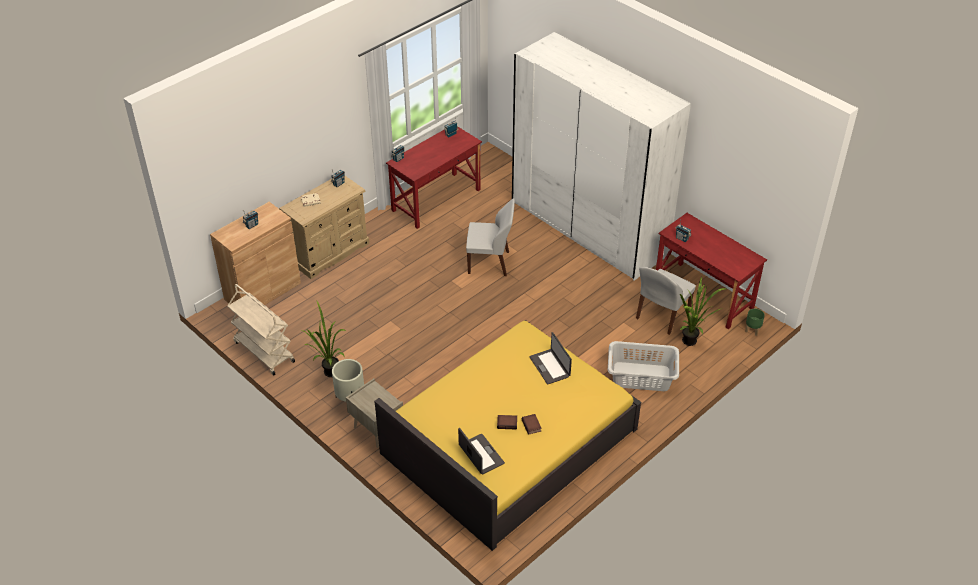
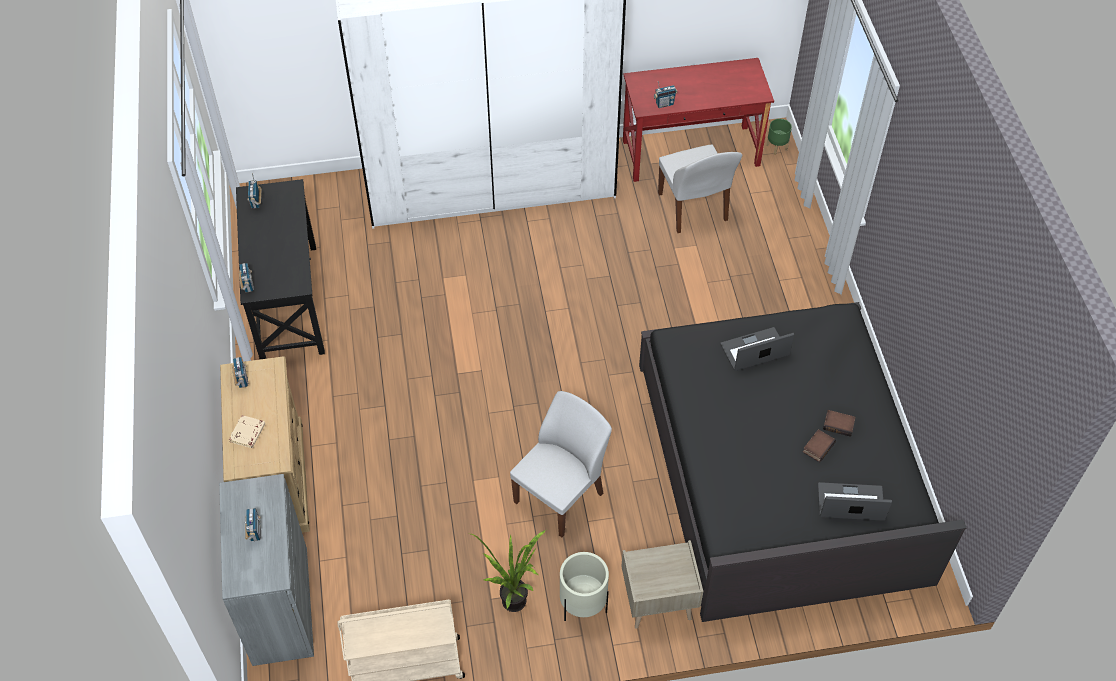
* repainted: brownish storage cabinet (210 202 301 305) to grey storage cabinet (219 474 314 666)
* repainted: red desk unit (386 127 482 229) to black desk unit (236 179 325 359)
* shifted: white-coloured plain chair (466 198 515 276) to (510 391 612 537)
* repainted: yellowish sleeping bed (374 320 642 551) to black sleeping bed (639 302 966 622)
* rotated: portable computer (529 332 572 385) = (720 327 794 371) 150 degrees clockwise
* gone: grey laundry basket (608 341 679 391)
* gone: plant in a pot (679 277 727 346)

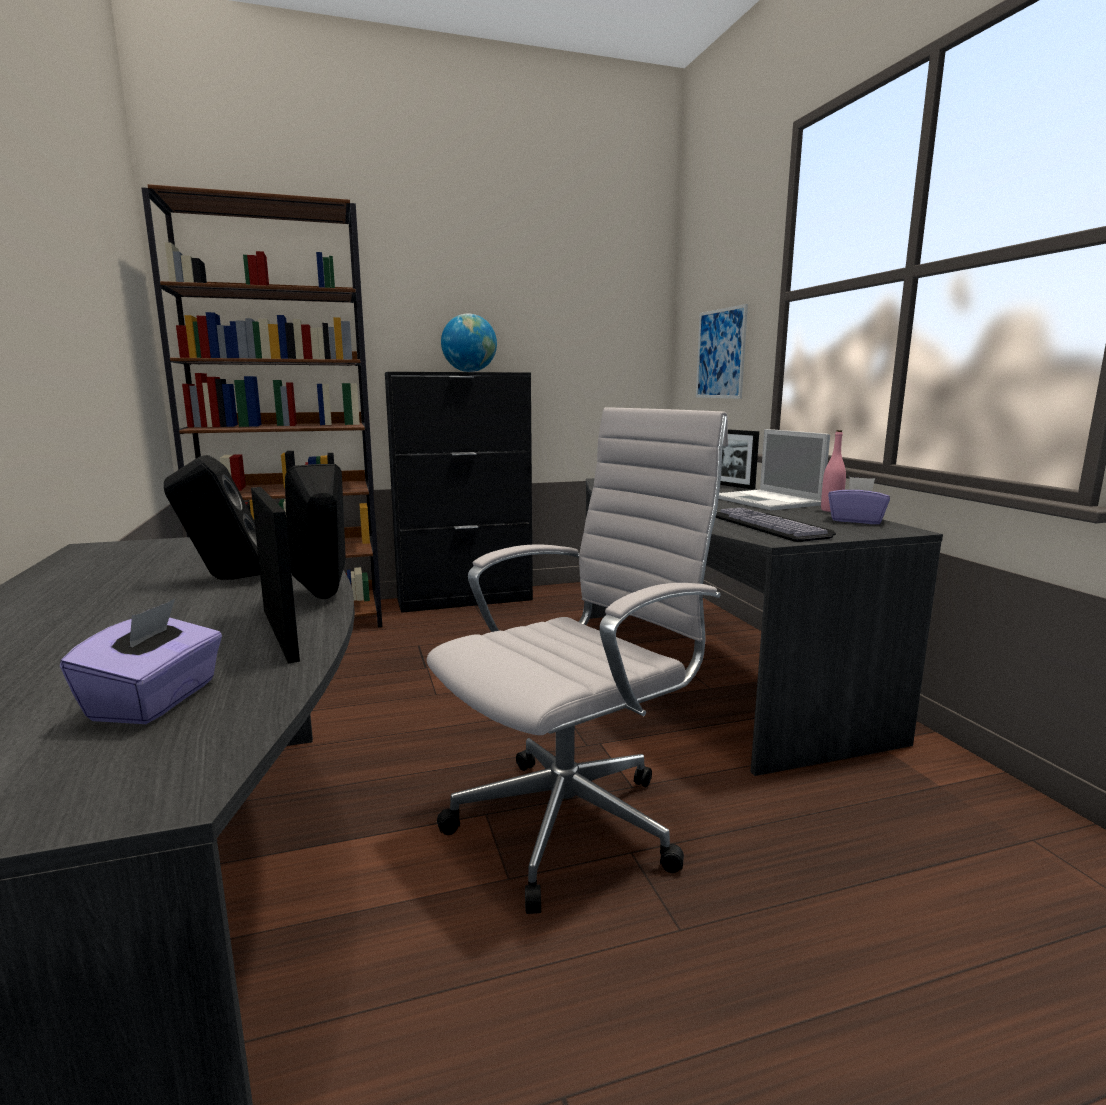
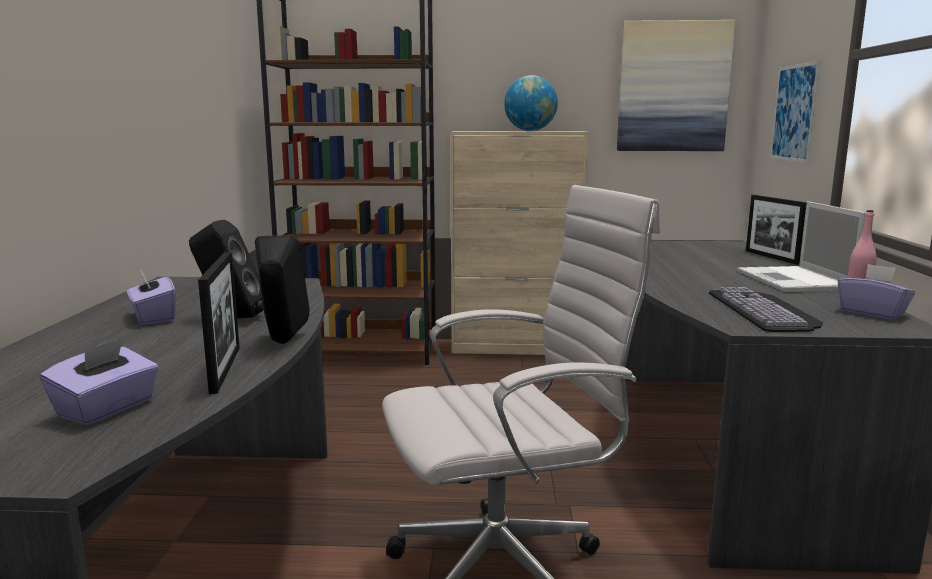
* new: purple-coloured tissue box (127 270 176 325)
* repainted: black storage cabinet (385 372 533 613) to sand-coloured storage cabinet (450 131 588 355)
* new: picture (617 20 735 151)

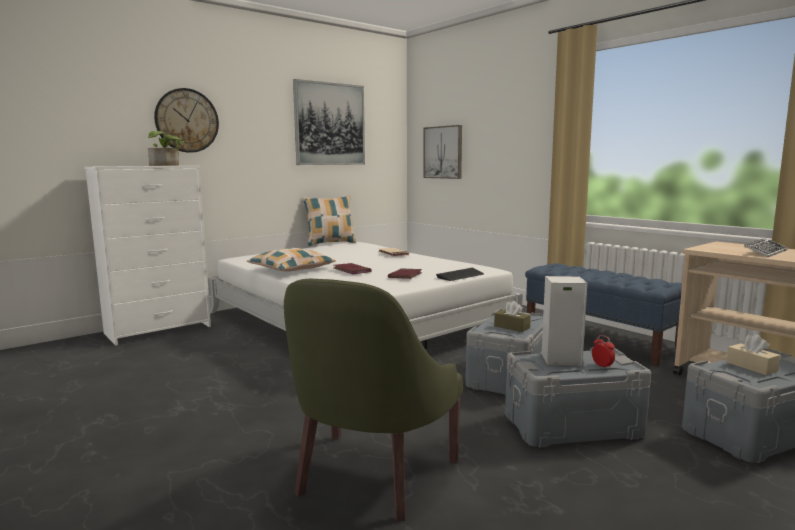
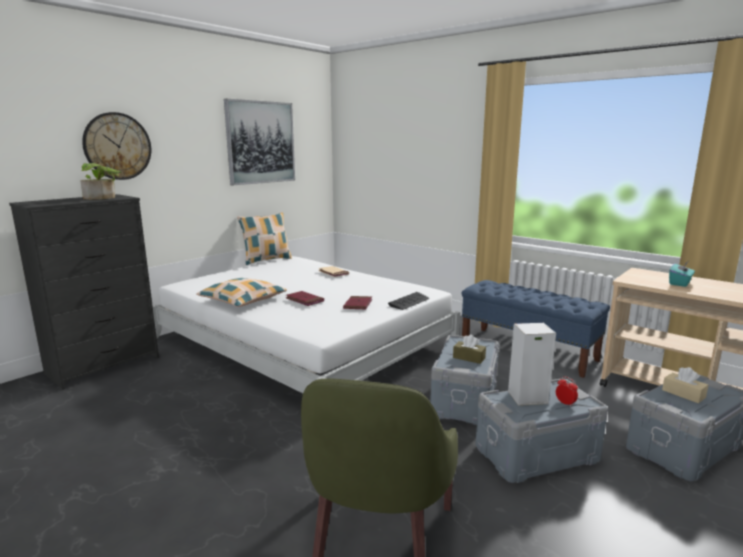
* repainted: white-coloured drawer chest (84 166 211 346) to black drawer chest (9 194 159 390)
* swapped: computer keyboard (744 238 788 257) to turquoise-coloured tissue box (669 262 695 287)
* gone: picture (423 125 462 179)

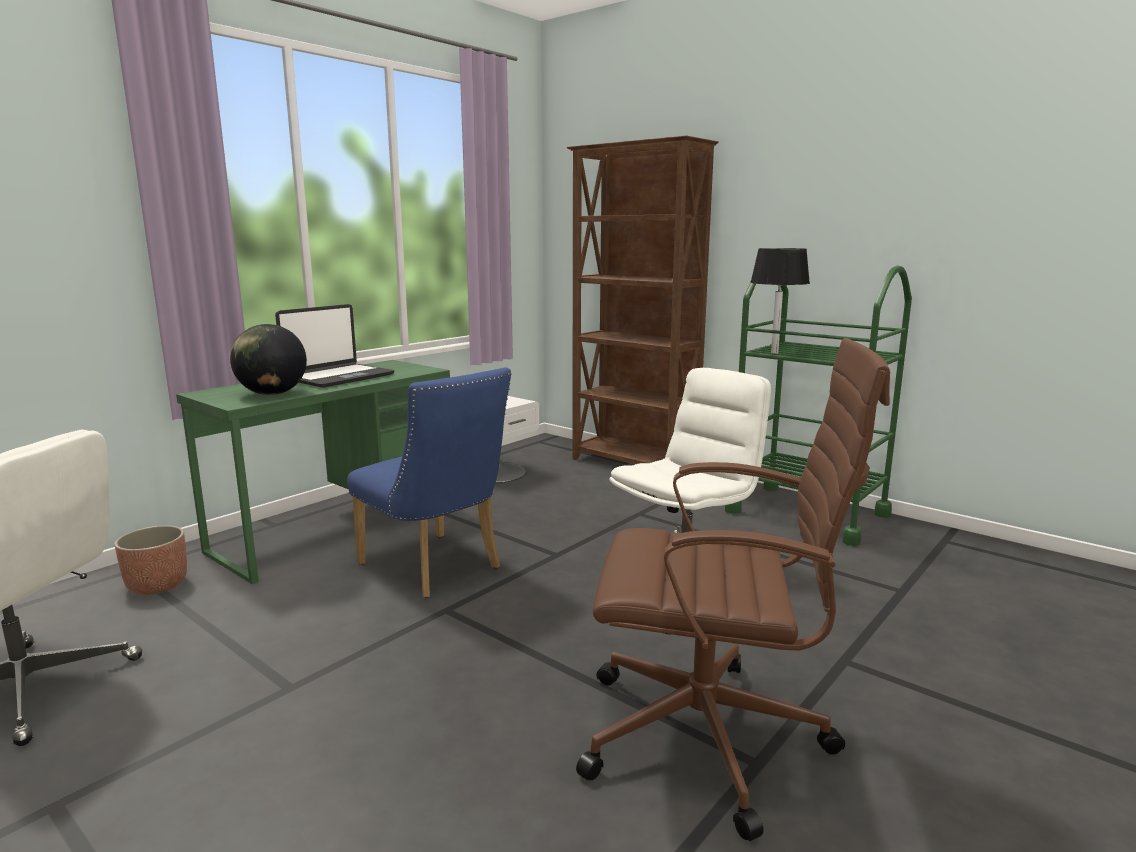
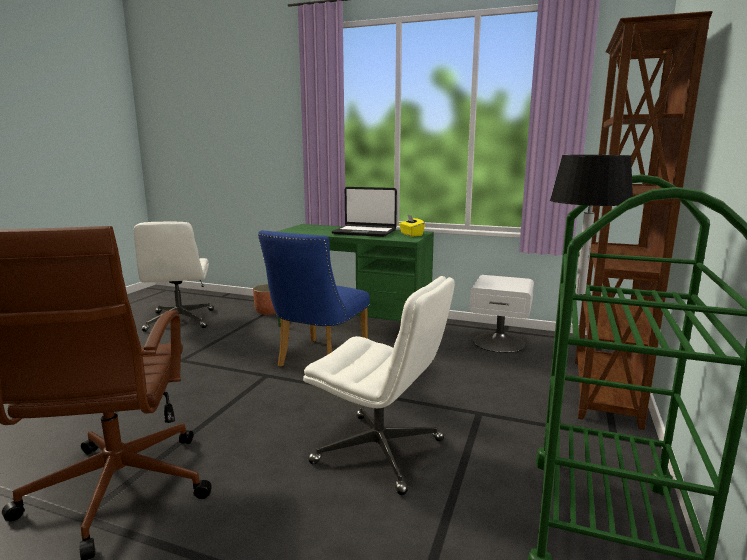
* new: yellowish tissue box (399 214 425 237)
* gone: world globe (230 324 307 395)

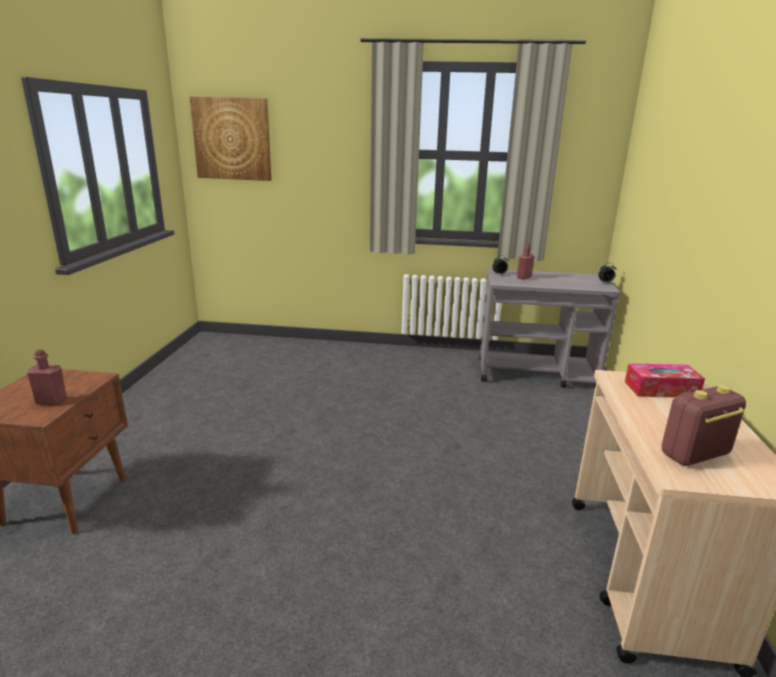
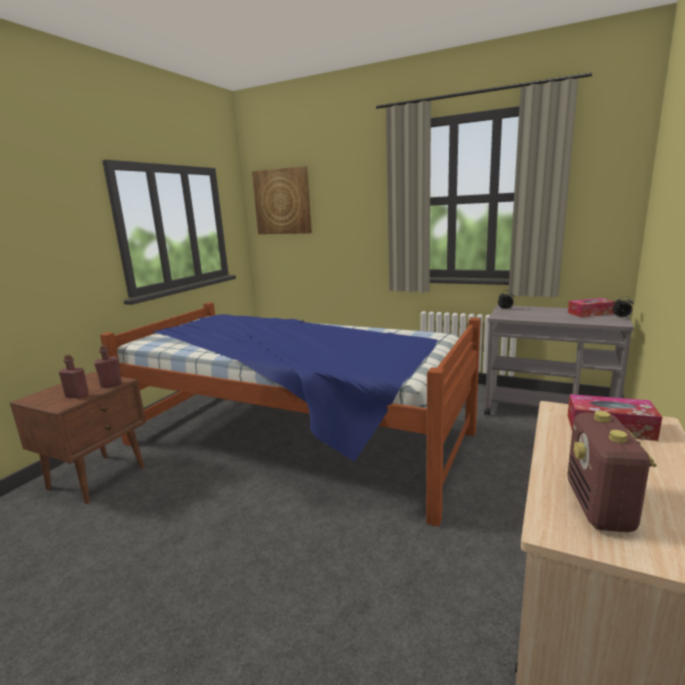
* shifted: red bottle (517 244 534 280) to (94 345 122 388)
* new: sleeping bed (100 302 481 527)
* new: tissue box (568 298 615 317)
* rotated: radio set (662 385 746 466) = (568 411 657 532) 75 degrees counterclockwise

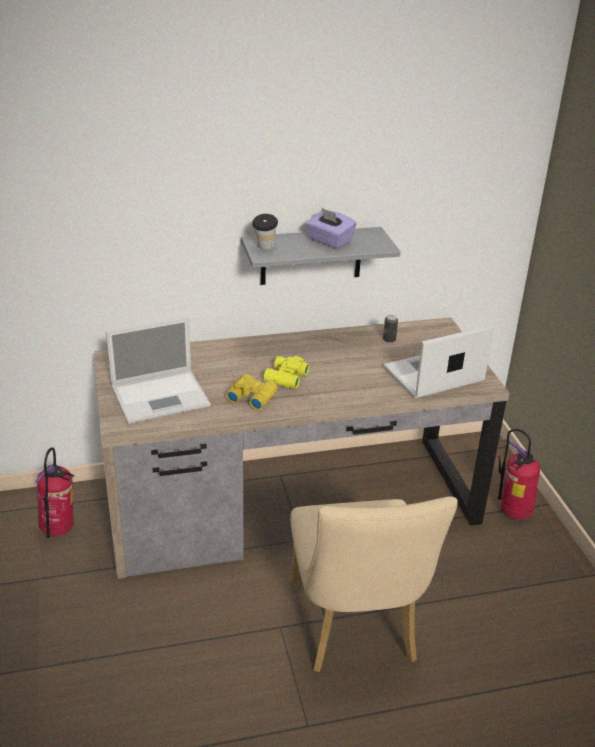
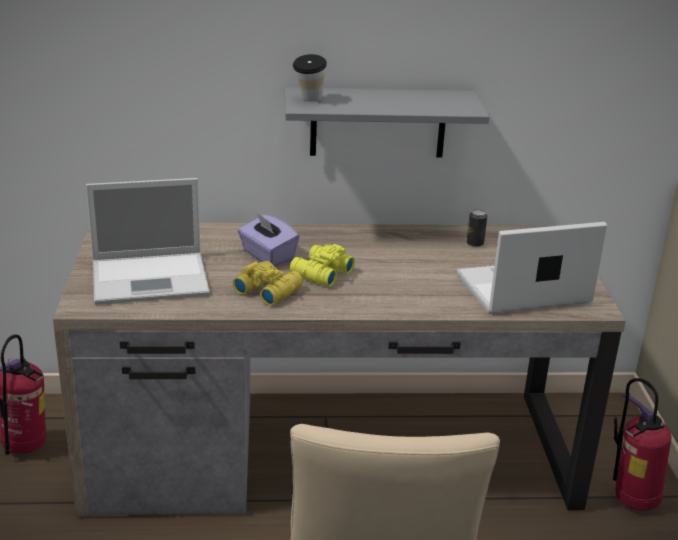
* shifted: purple-coloured tissue box (306 208 356 249) to (238 212 299 266)

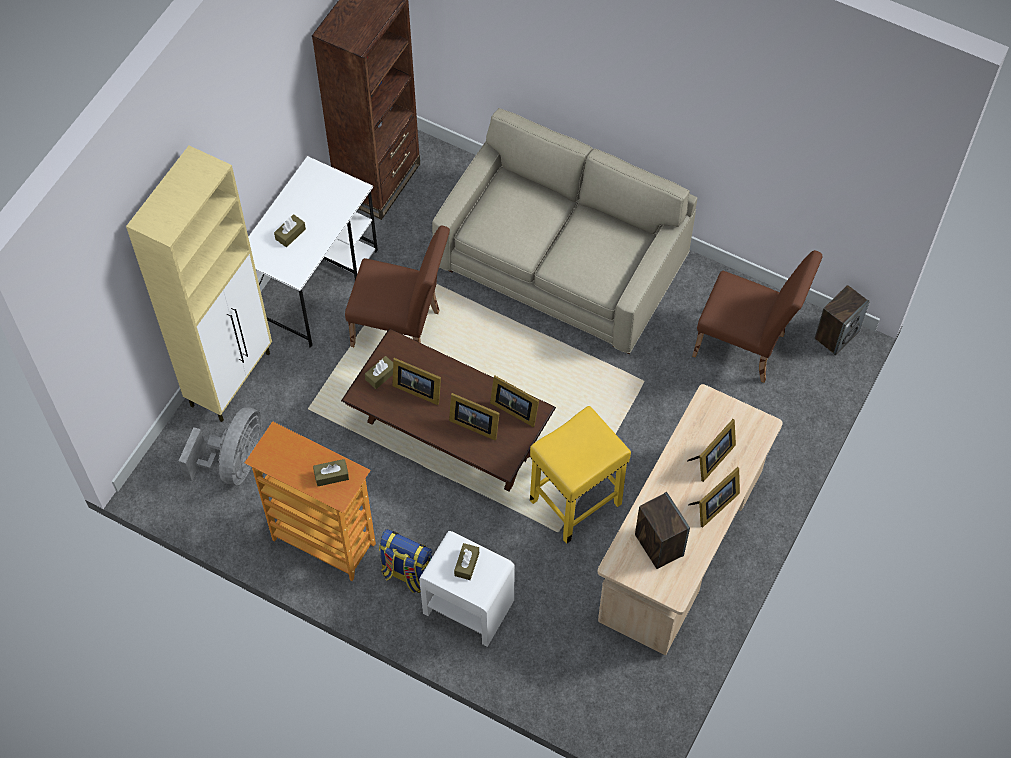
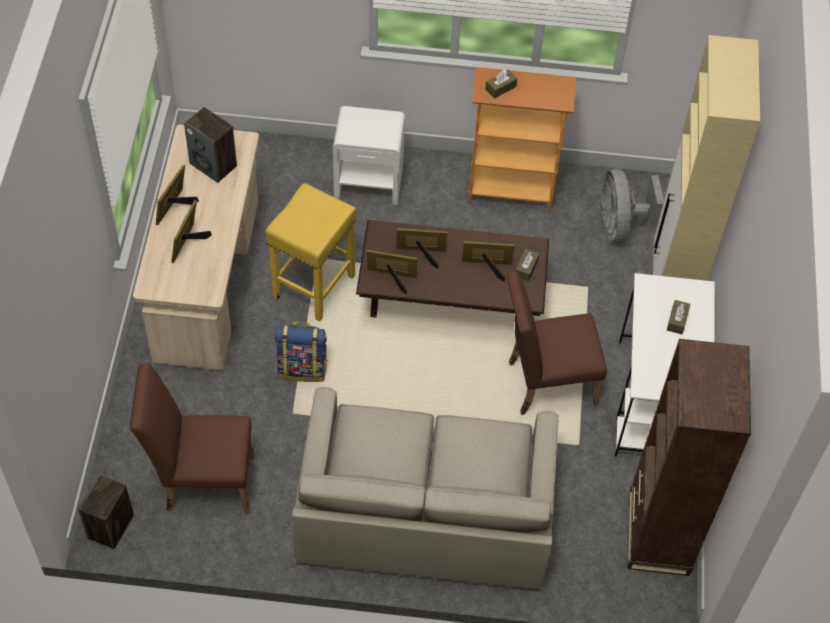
* shifted: rucksack (379 529 433 593) to (275 322 328 382)
* gone: brownish tissue box (454 543 479 580)

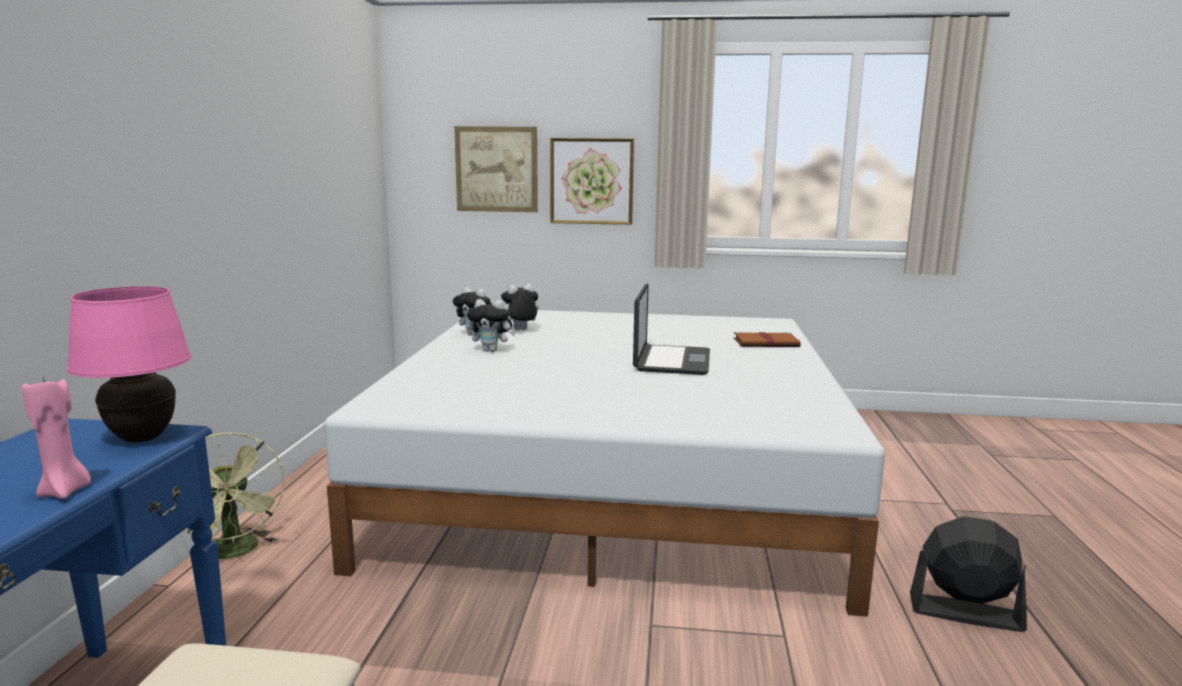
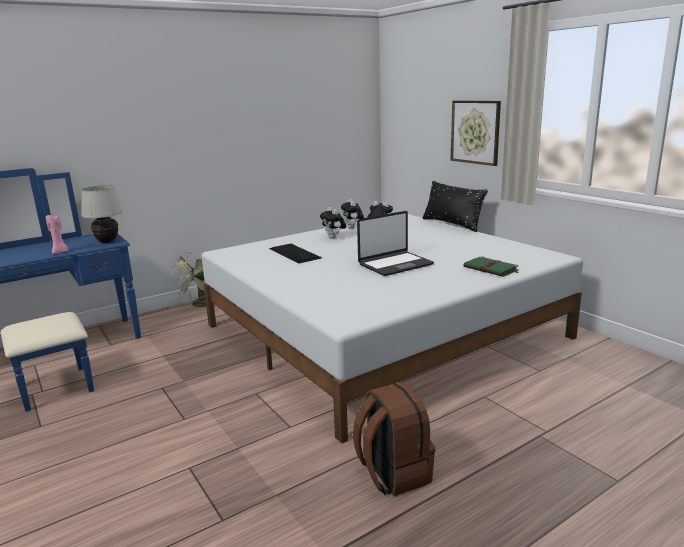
* repainted: pink table lamp (67 286 191 443) to white-coloured table lamp (81 185 123 243)
* new: computer keyboard (269 244 322 264)
* swapped: black cooling fan (910 516 1027 632) to brownish rucksack (353 382 435 496)
* new: black pillow (422 181 488 232)
* repainted: brownish volume (733 332 801 347) to green-coloured volume (464 256 519 277)
* gone: picture (454 126 538 212)

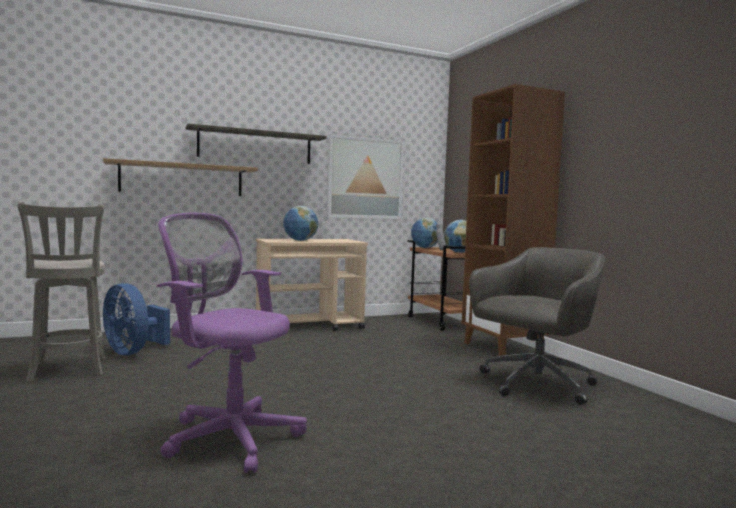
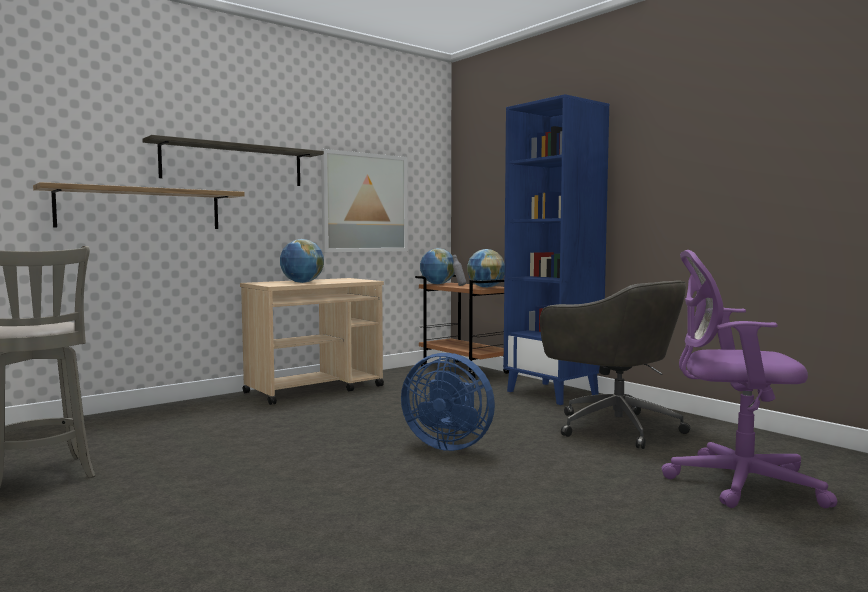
* shifted: blue cooling fan (103 283 170 355) to (401 353 495 451)
* repainted: brownish bookcase (462 84 565 356) to blue bookcase (503 94 609 405)
* rotated: grey computer chair (469 247 605 405) = (540 280 690 449) 105 degrees clockwise
* shifted: purple-coloured computer chair (157 213 307 473) to (662 250 837 508)

